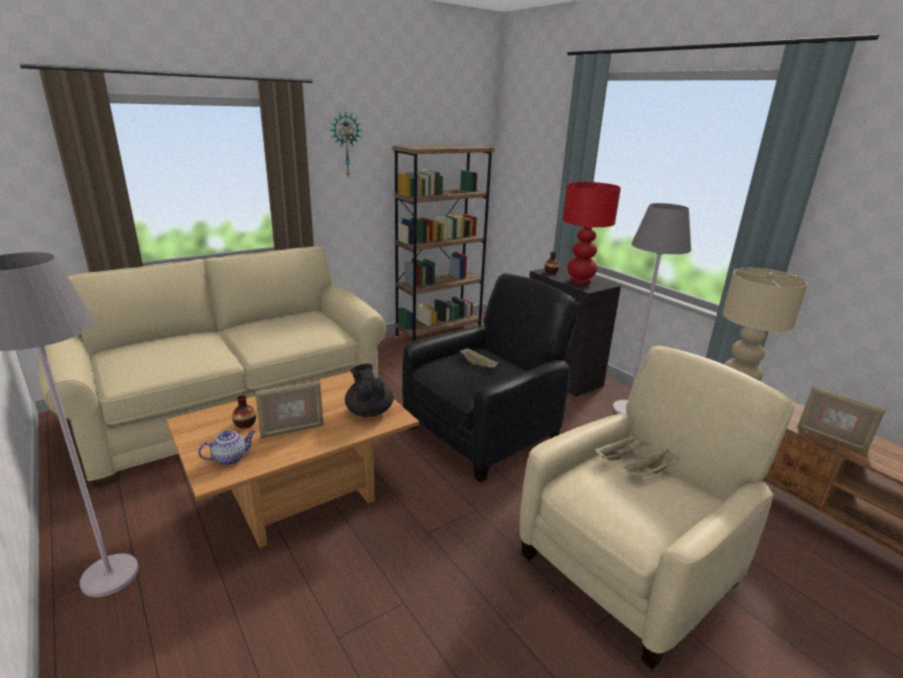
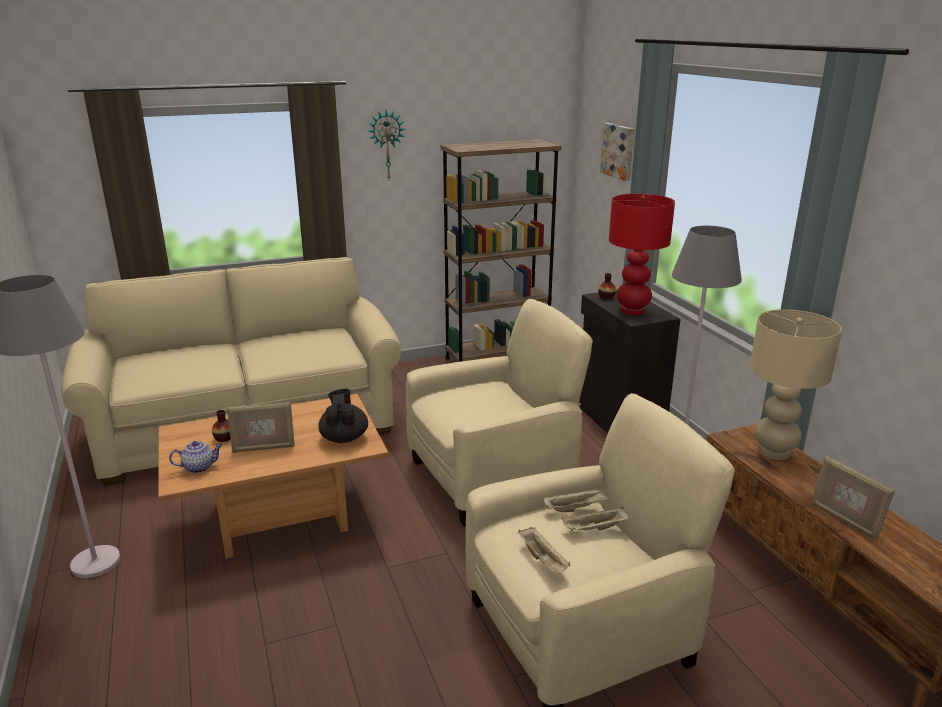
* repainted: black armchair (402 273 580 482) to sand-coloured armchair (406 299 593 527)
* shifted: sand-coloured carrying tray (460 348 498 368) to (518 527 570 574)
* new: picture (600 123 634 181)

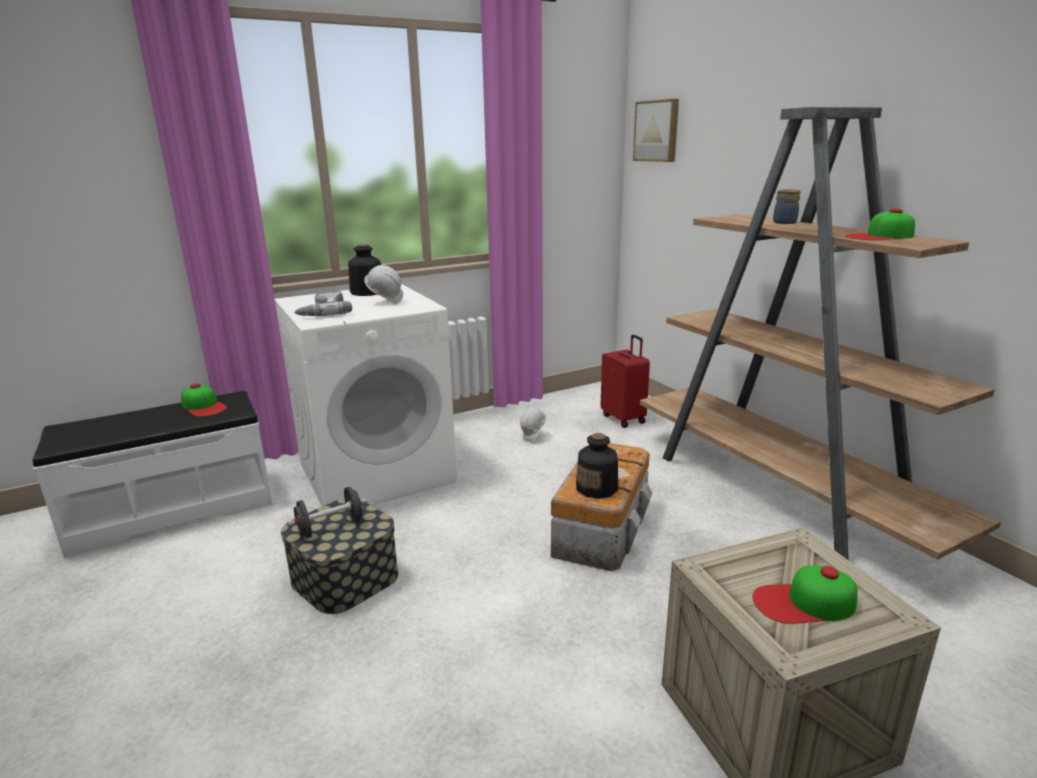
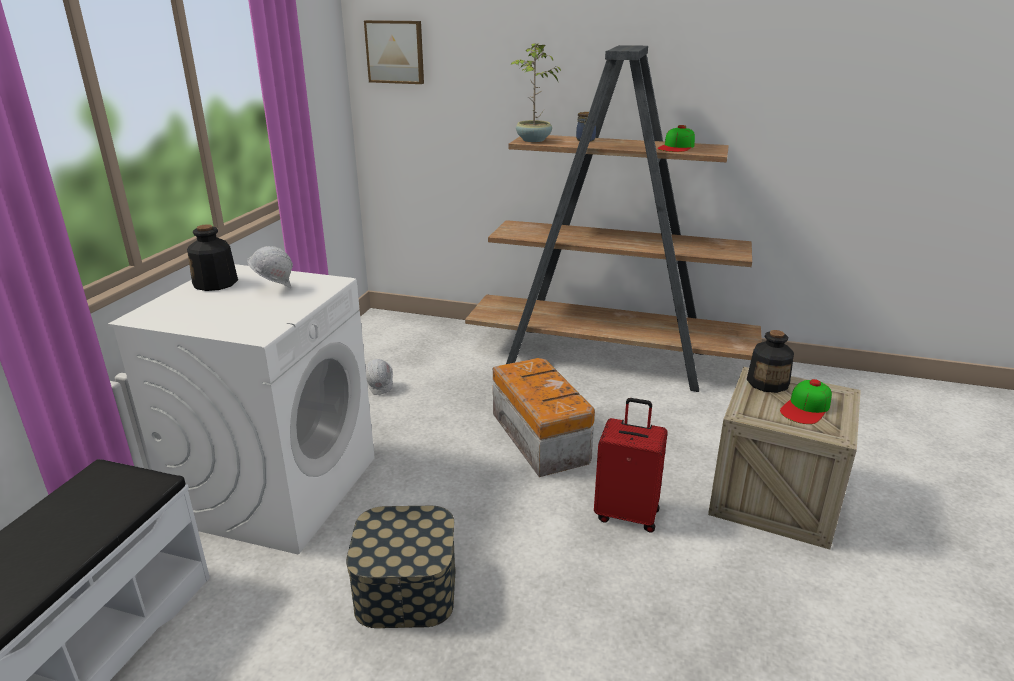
* new: plant in a pot (510 43 561 142)
* shifted: red suitcase (601 335 650 428) to (594 398 668 533)
* shifted: bottle (576 433 618 499) to (747 330 794 393)
* gone: cap (181 383 227 417)
* gone: black hand weight (288 487 367 538)
* gone: drill (294 291 352 316)

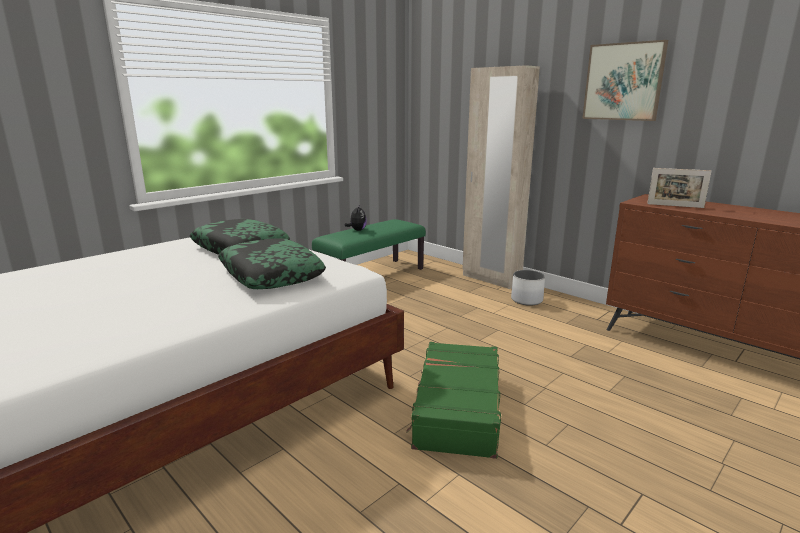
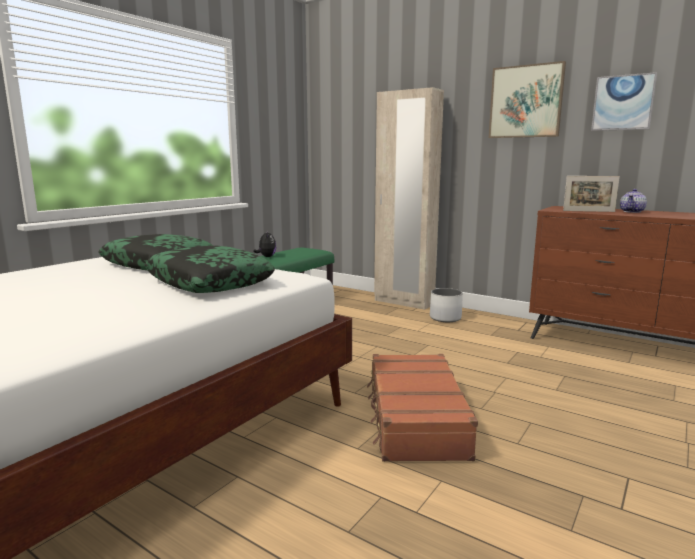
* repainted: green-coloured suitcase (406 342 501 459) to brownish suitcase (367 354 478 462)
* new: picture (591 72 657 131)
* new: teapot (620 189 647 213)

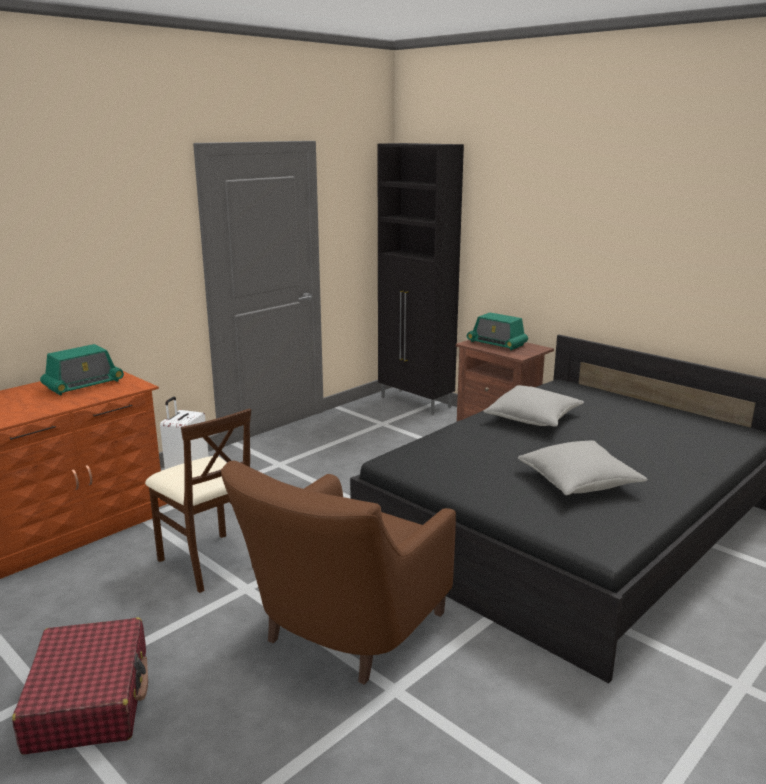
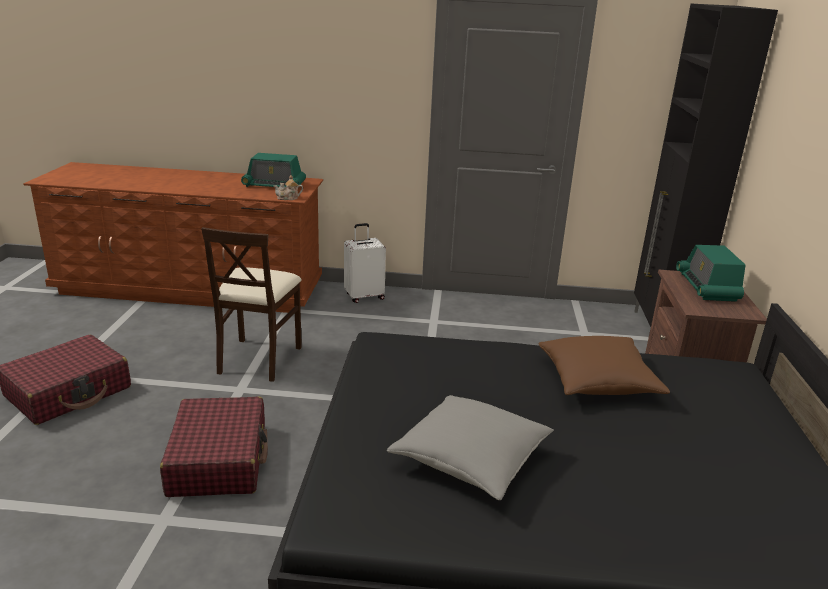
* swapped: brownish armchair (221 460 456 685) to red suitcase (160 396 268 497)
* new: teapot (274 175 303 200)
* repainted: grey pillow (484 385 584 427) to brownish pillow (538 336 670 395)

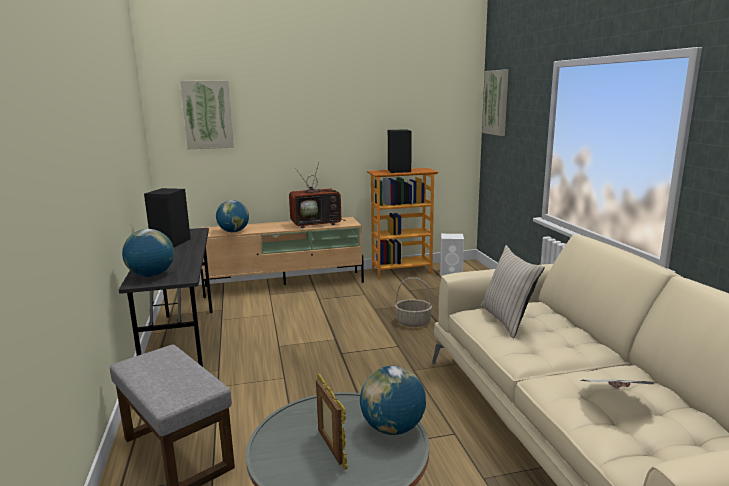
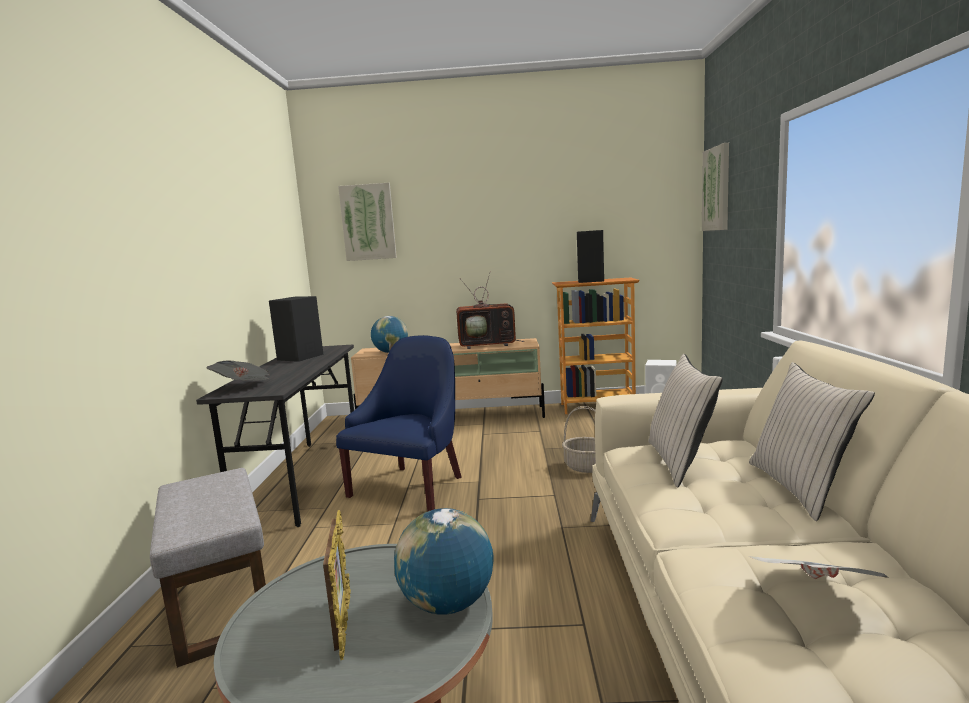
* swapped: world globe (122 229 174 277) to printed paper (206 361 270 381)
* new: blue armchair (336 335 462 512)
* new: sand-coloured pillow (749 362 875 521)

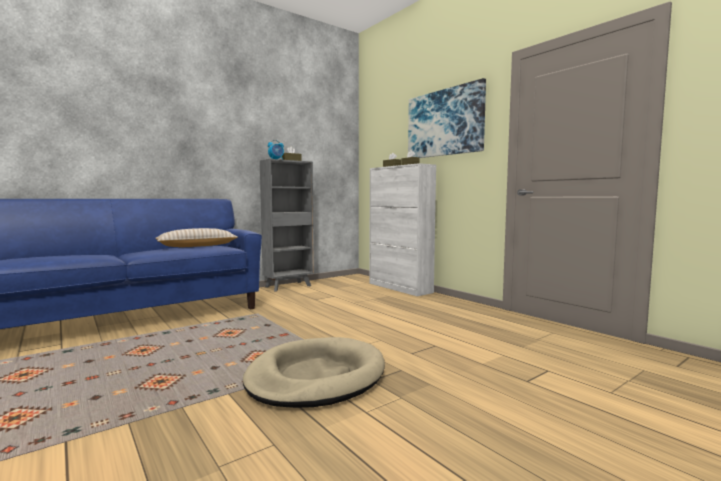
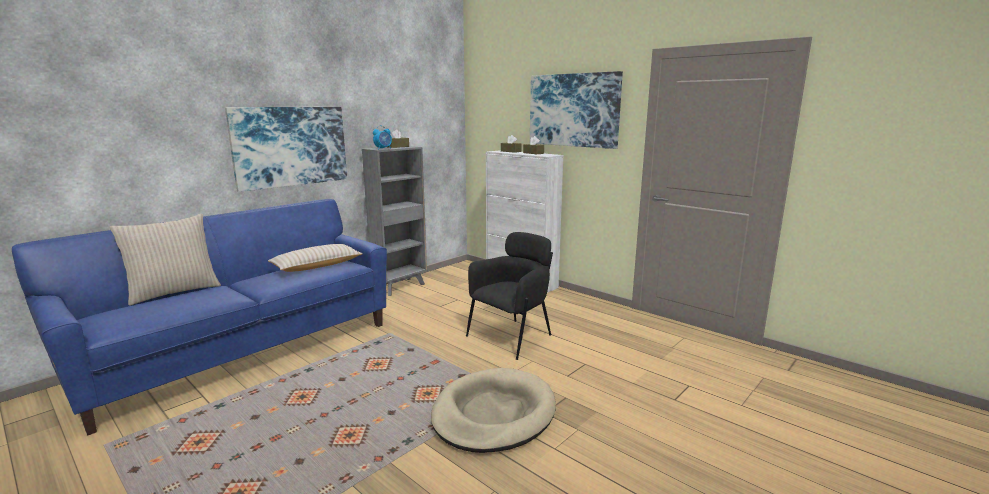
* new: sand-coloured pillow (110 214 221 306)
* new: picture (225 107 347 192)
* new: black armchair (466 232 553 360)

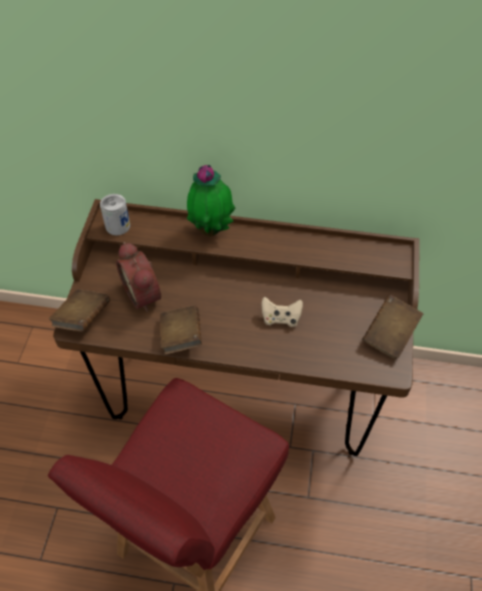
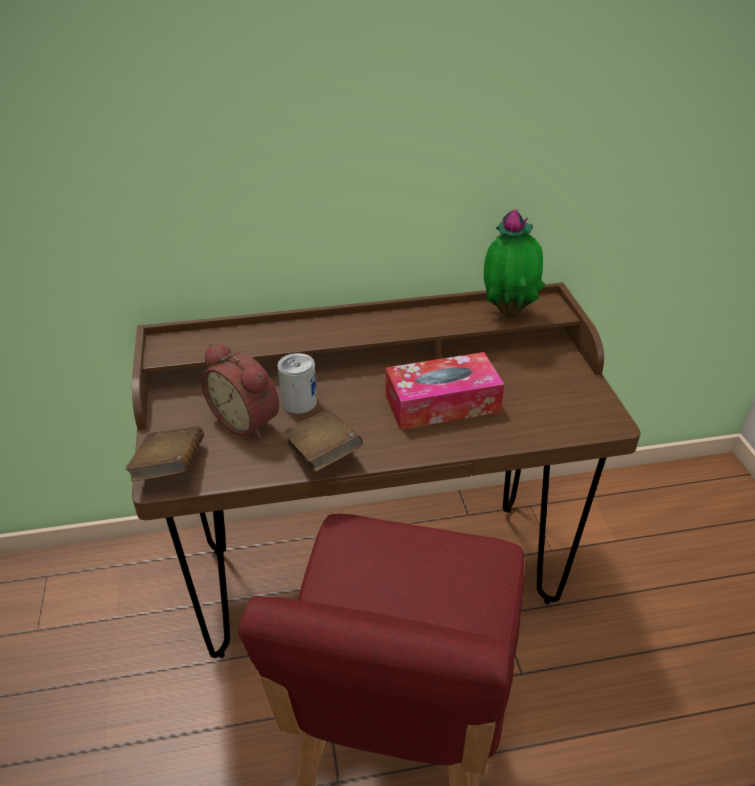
* shifted: sealed can (100 194 130 235) to (278 353 317 414)
* swapped: sand-coloured joypad (261 297 303 327) to tissue box (385 352 504 430)
* shifted: plant in a pot (187 165 235 236) to (484 210 546 317)
* gone: brownish volume (362 295 423 359)

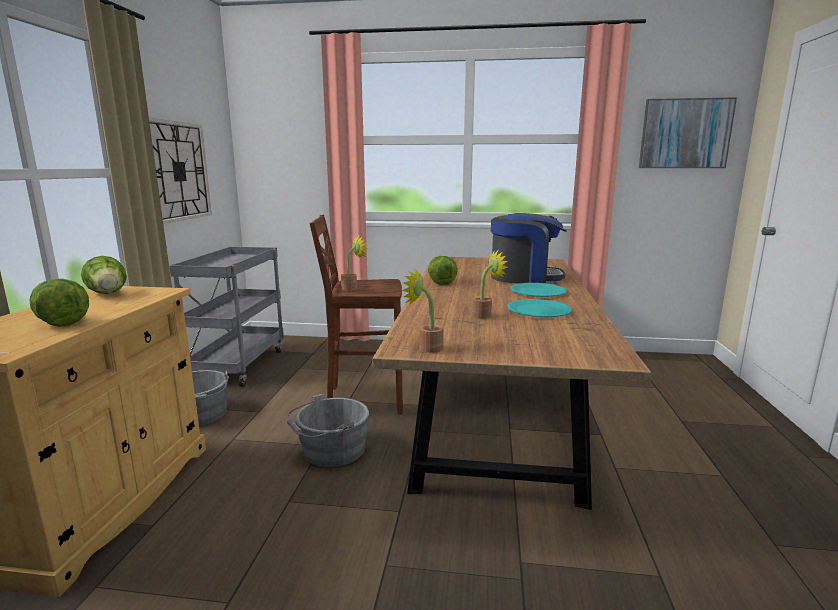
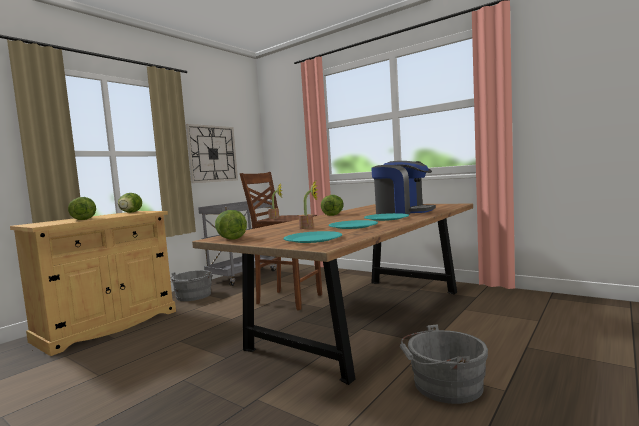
* swapped: plant in a pot (402 269 444 353) to head of lettuce (215 210 247 240)
* new: turquoise-coloured plate (284 231 342 243)
* shifted: grey pail (287 394 369 467) to (400 324 488 404)
* gone: picture (639 97 737 168)

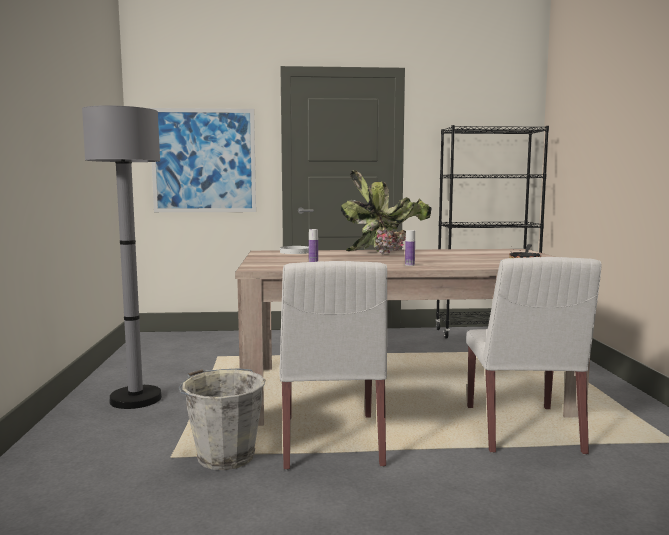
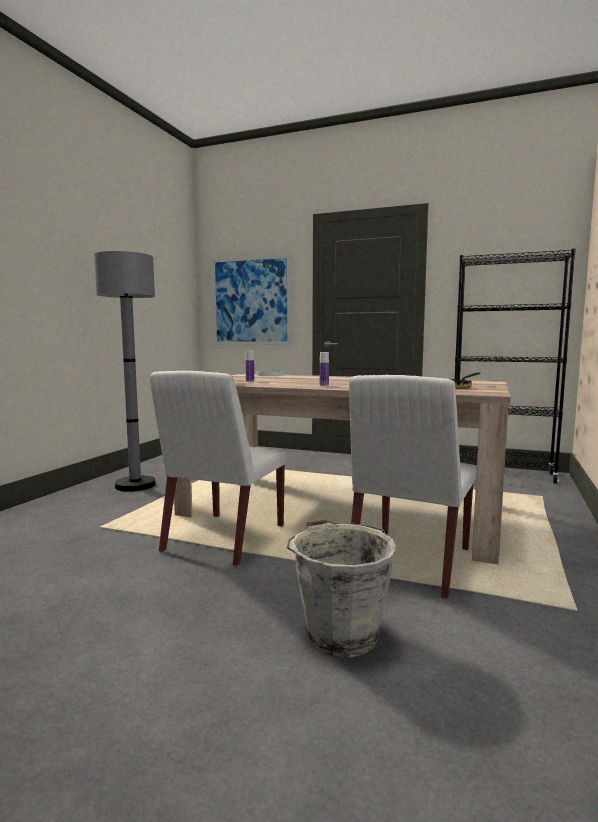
* shifted: grey pail (179 368 266 470) to (287 520 397 658)
* gone: plant in a pot (341 170 431 255)

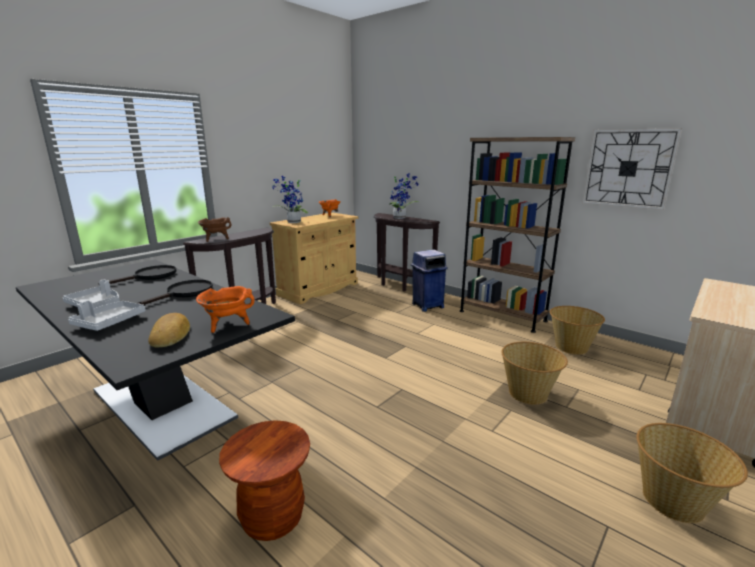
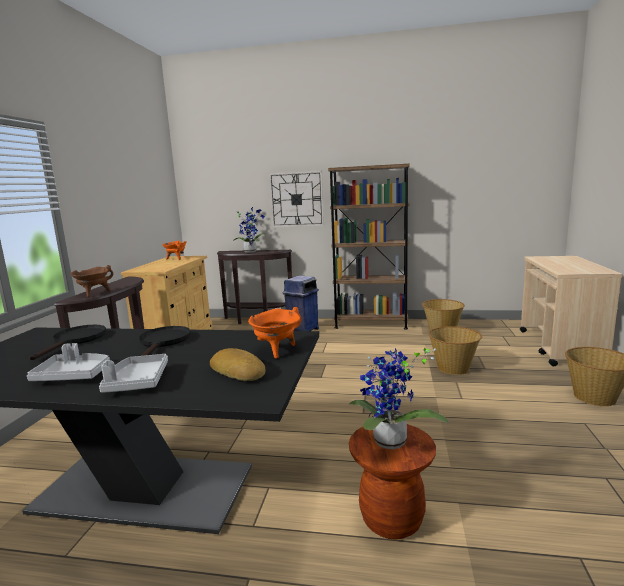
* shifted: clock on the wall (582 128 682 210) to (269 171 324 228)
* shifted: plant in a pot (272 176 308 223) to (349 348 448 449)

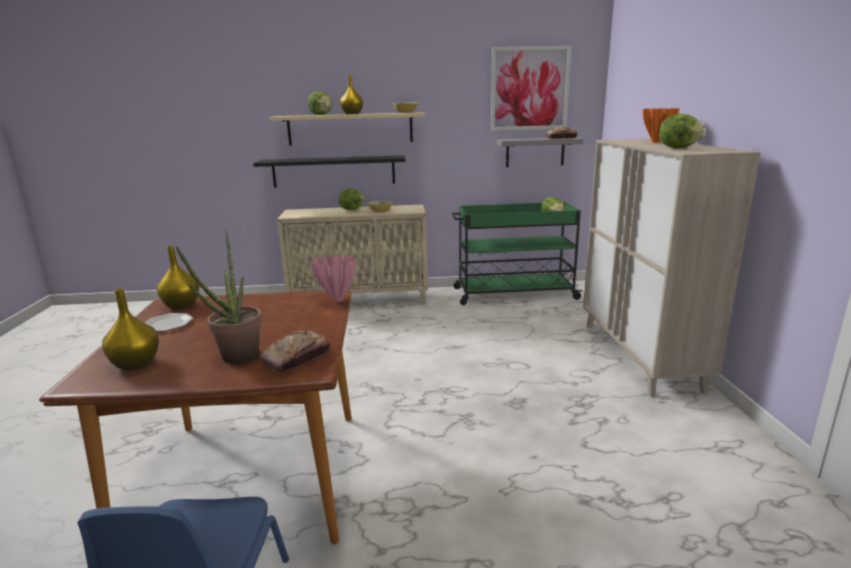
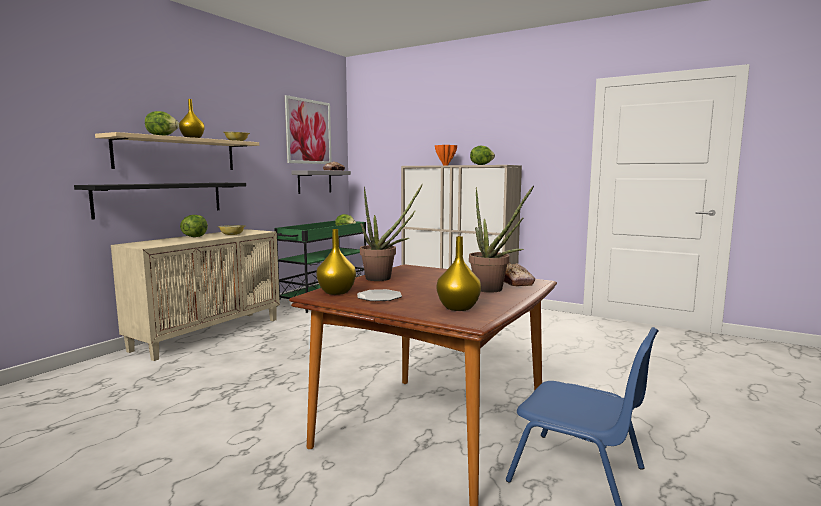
* new: plant in a pot (360 184 423 281)
* gone: pink flower vase (311 255 356 302)

